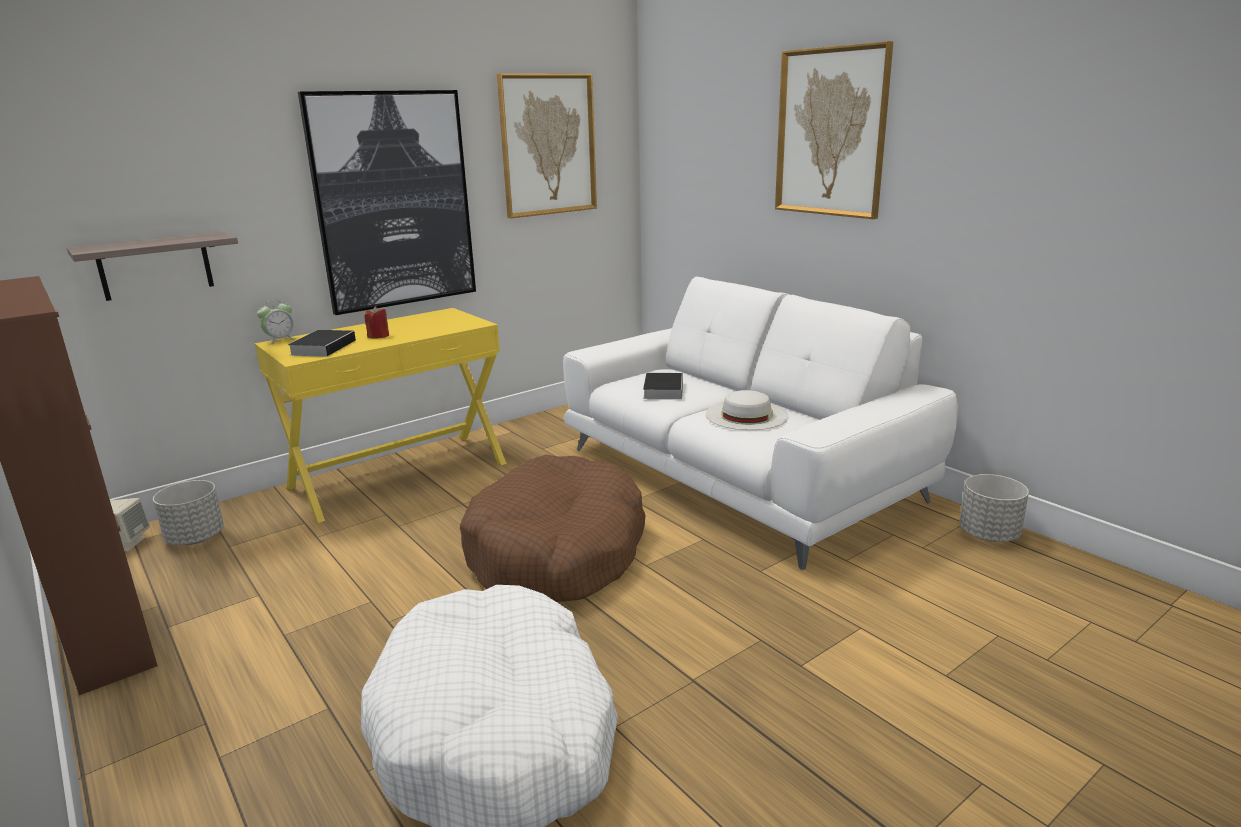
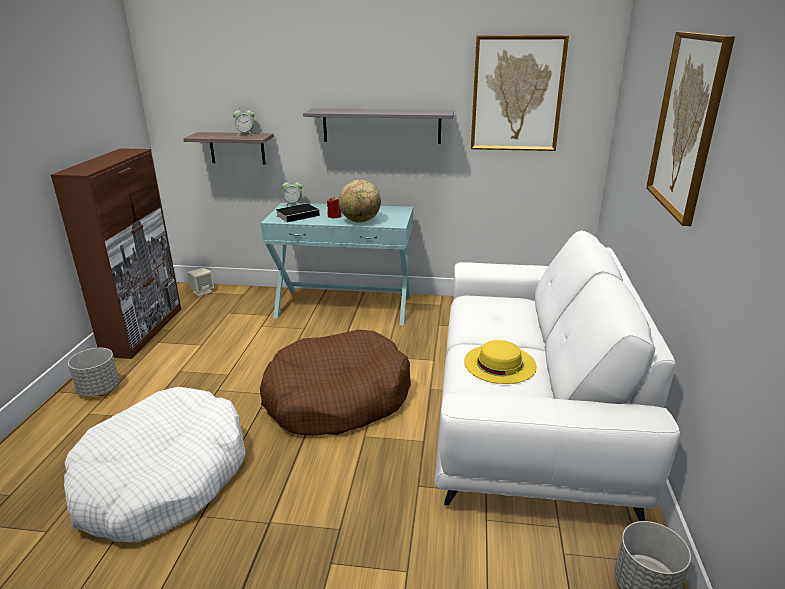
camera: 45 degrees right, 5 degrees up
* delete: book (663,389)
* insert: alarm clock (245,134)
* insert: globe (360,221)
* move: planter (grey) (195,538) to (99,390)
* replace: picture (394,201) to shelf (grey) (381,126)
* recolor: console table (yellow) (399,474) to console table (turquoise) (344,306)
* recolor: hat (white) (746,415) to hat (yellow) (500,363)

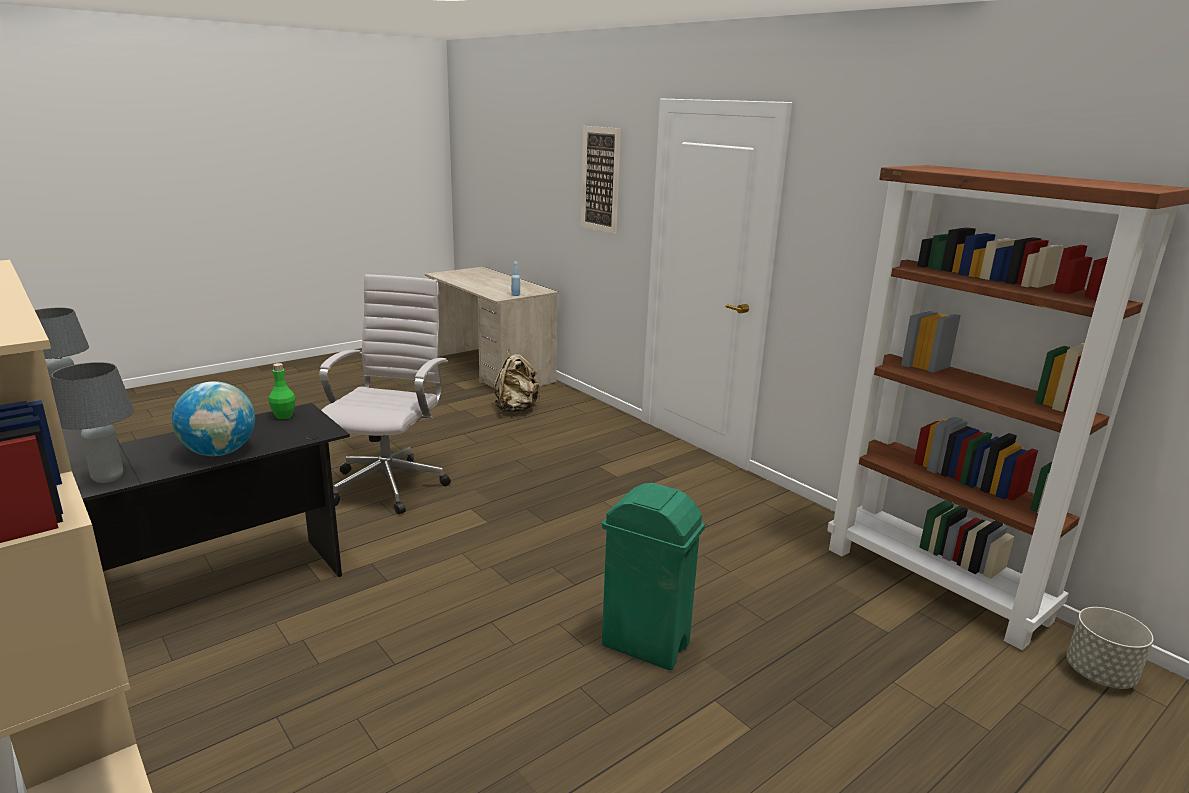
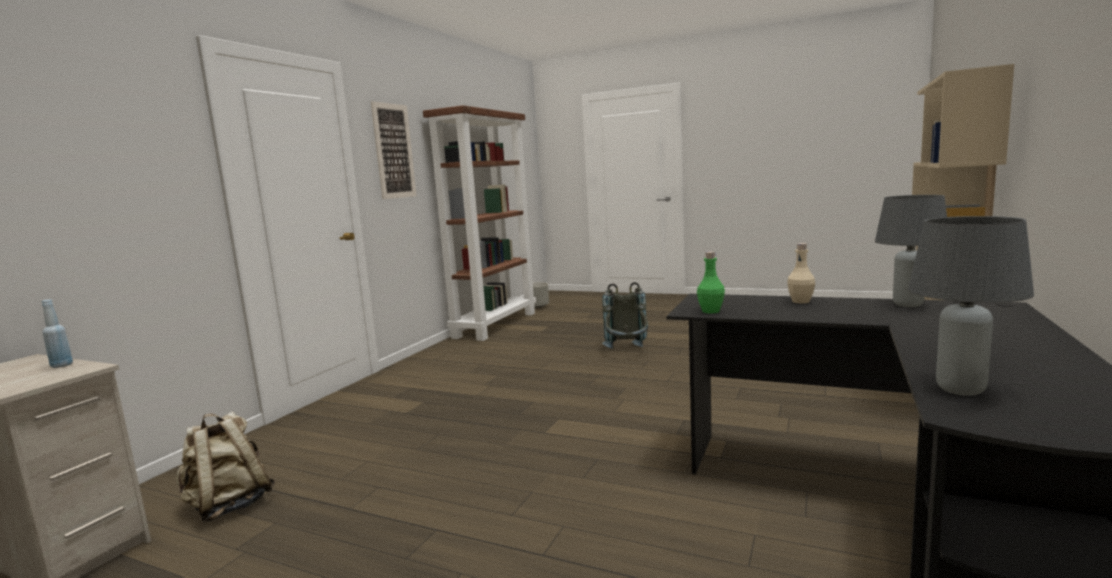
camera: 115 degrees left, 10 degrees down
* delete: office chair (white) (391,483)
* move: picture (600,179) to (394,151)
* replace: globe (219,452) to bottle (beige) (800,301)
* replace: trash can (green) (646,646) to backpack (grey) (627,352)

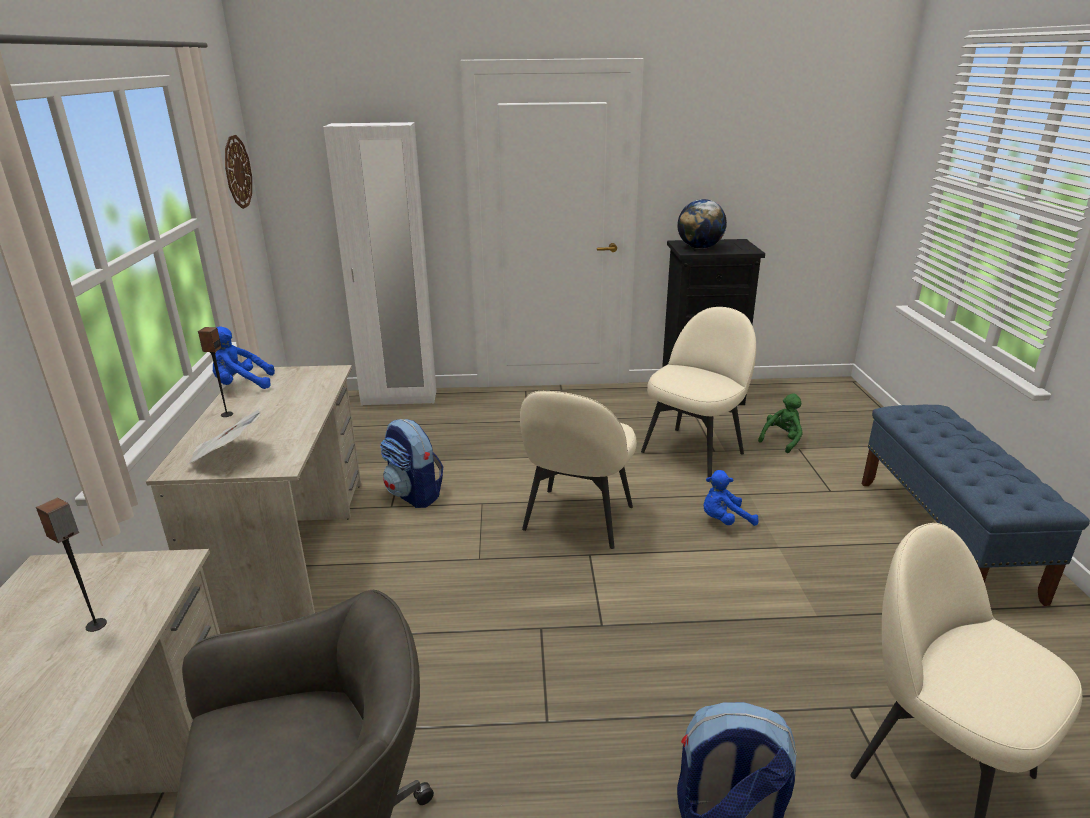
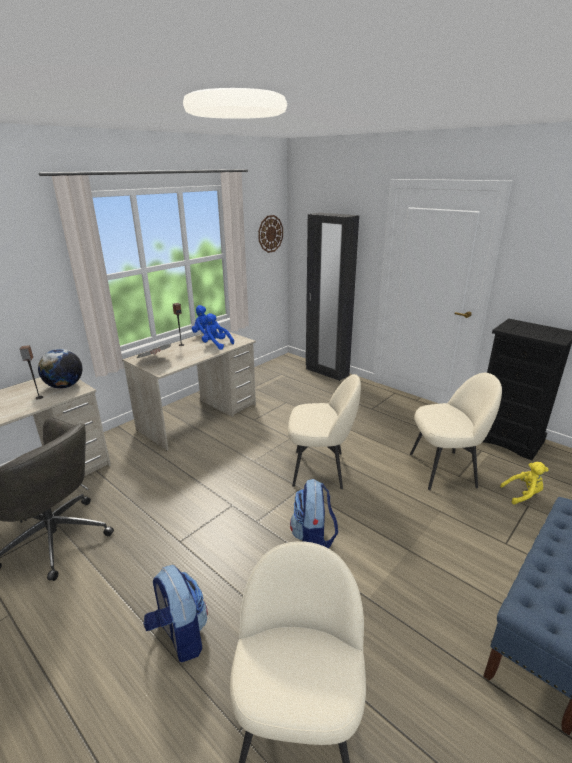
camera: 45 degrees right, 0 degrees up
* move: backpack (414,494) to (313,540)
* move: globe (699,248) to (65,386)
* move: plush toy (blue) (724,520) to (216,345)
* recolor: wardrobe (white) (399,398) to wardrobe (black) (327,372)
* recolor: plush toy (green) (782,440) to plush toy (yellow) (523,494)
* rotate: chair (beige) (577,520) = (320,469) 150 degrees counterclockwise

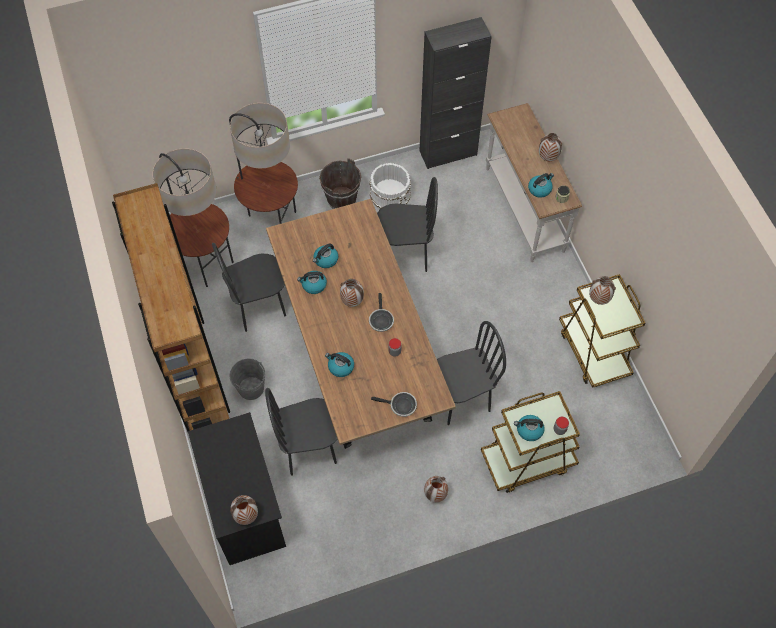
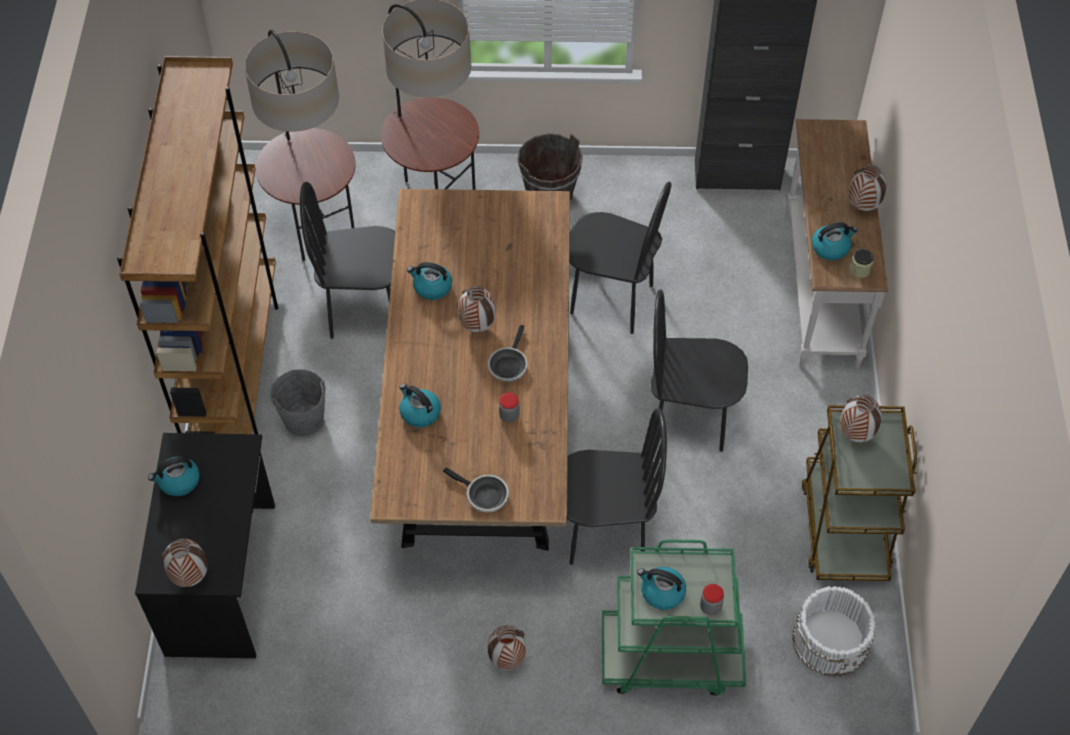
camera: 20 degrees right, 5 degrees down
* move: chair (black) (309,449) to (688,421)
* move: kettle (325,260) to (178,481)
* move: bucket (white) (390,194) to (831,641)
* recolor: cart (brown) (527,460) to cart (green) (670,657)

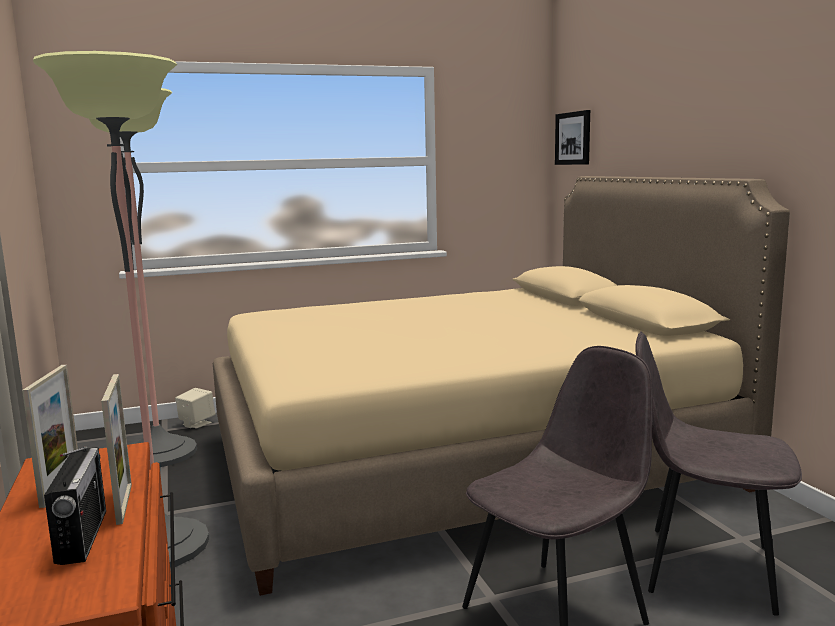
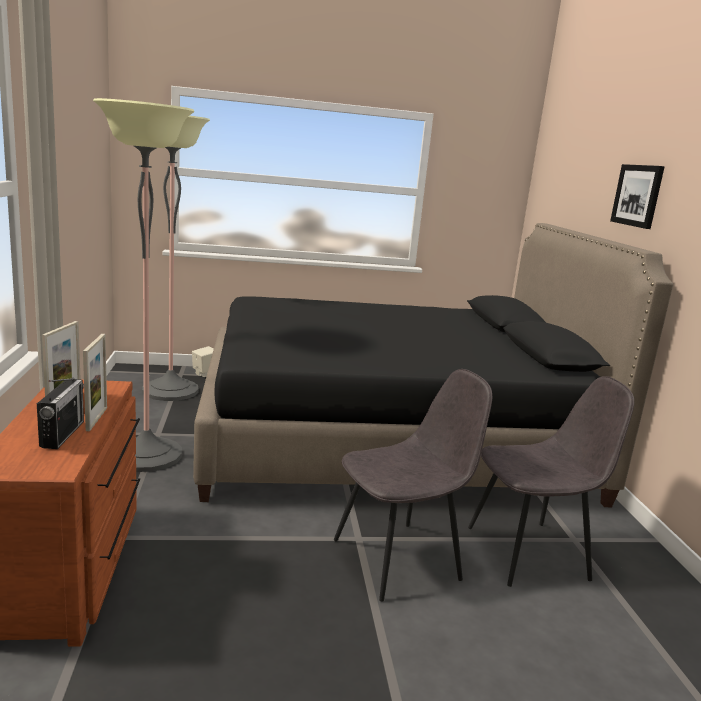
camera: 10 degrees right, 5 degrees up
* move: picture (573,138) to (638,195)
* recolor: bed (beige) (463,461) to bed (black) (388,439)
* rotate: chair (grey) (704,567) = (530,553) 135 degrees clockwise

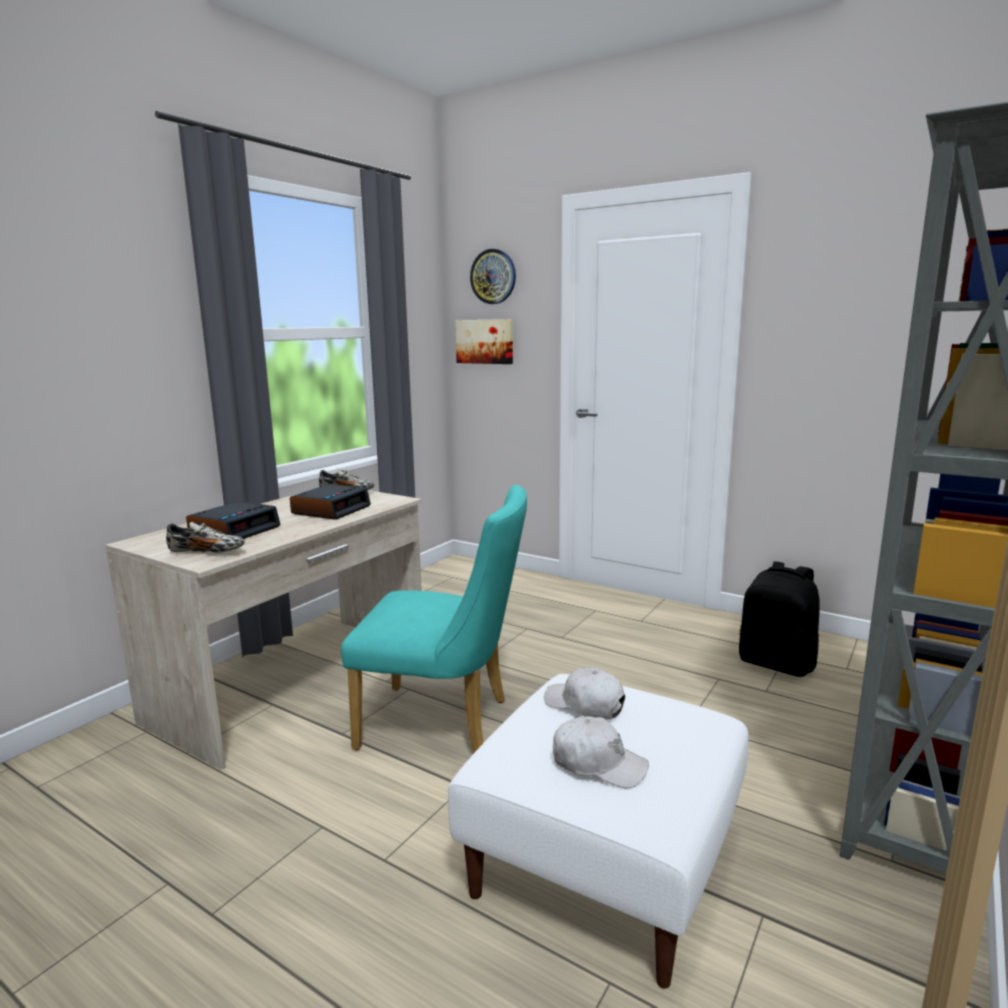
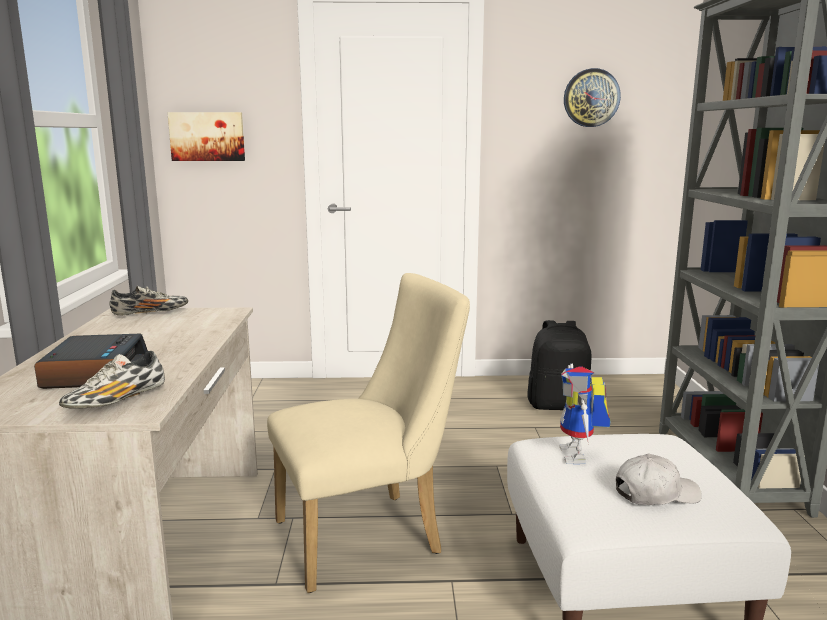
camera: 35 degrees left, 0 degrees up
* delete: alarm clock (331,510)
* move: wall clock (493,276) to (591,98)
* replace: cap (white) (584,705) to toy robot (580,457)
* recolor: chair (turquoise) (446,724) to chair (beige) (370,535)
* rotate: shoe (207,552) = (117,401) 150 degrees clockwise

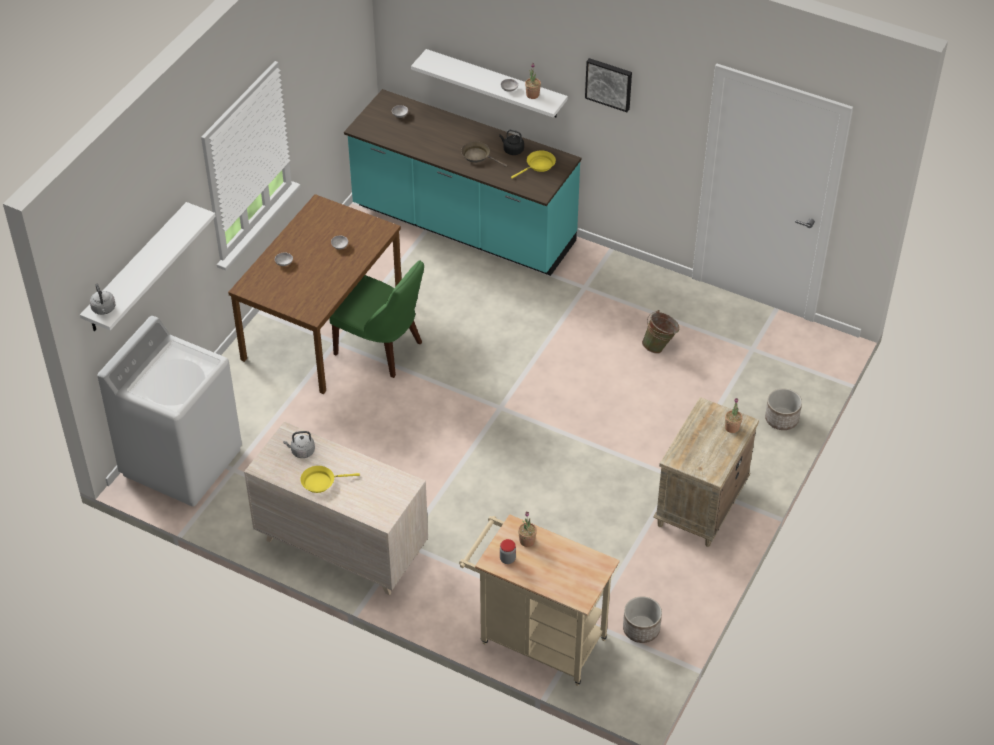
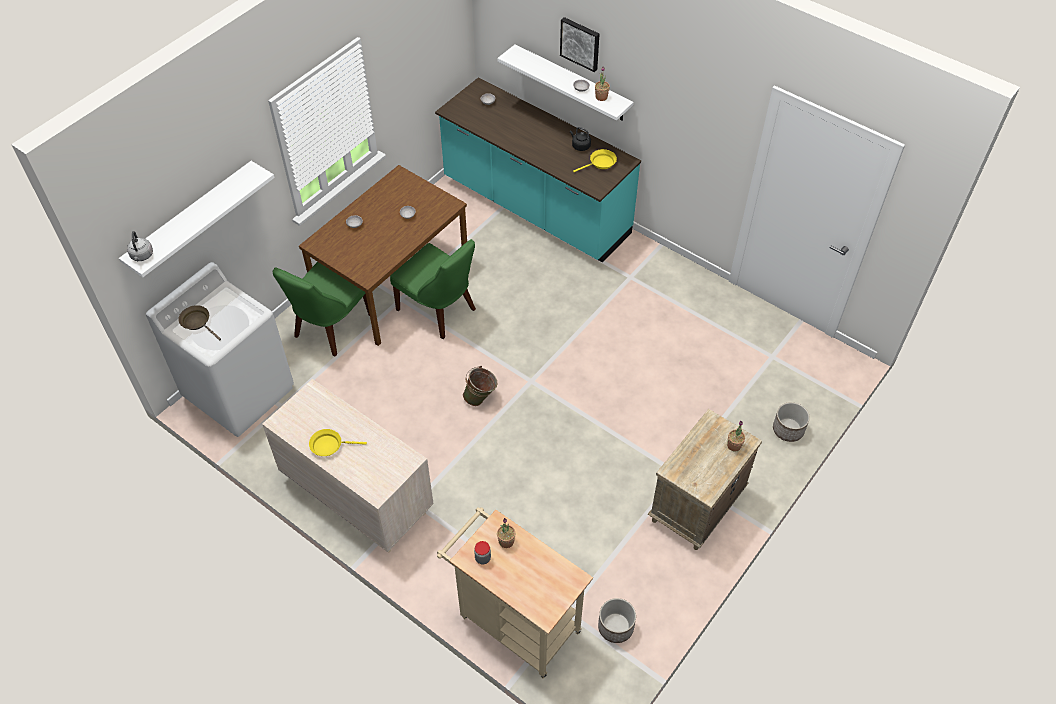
camera: 10 degrees right, 5 degrees up
* delete: kettle (grey) (301,451)
* insert: chair (green) (330,328)
* move: frying pan (brown) (478,156) to (197,322)
* move: picture (609,83) to (580,43)
* move: bucket (green) (659,346) to (481,398)

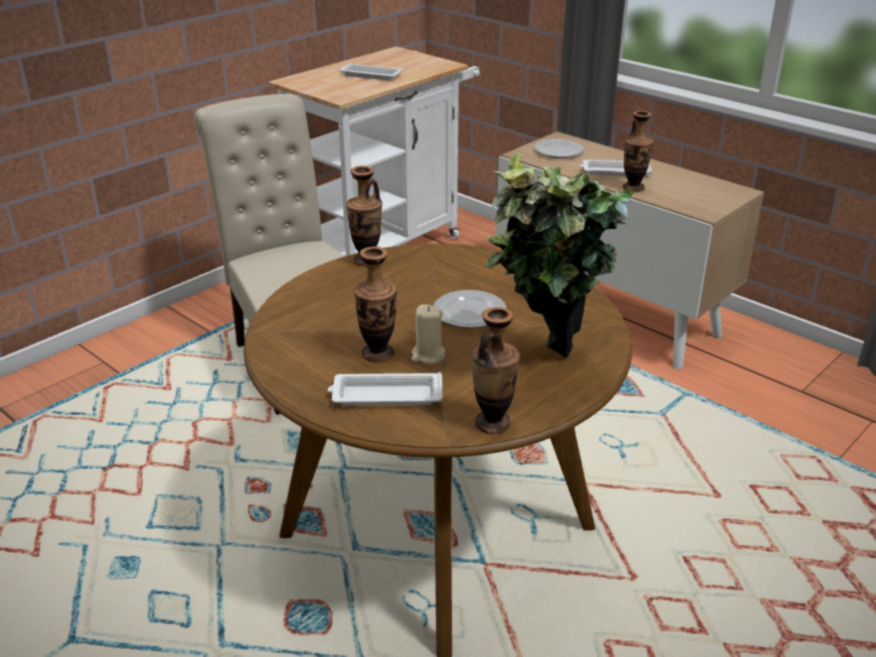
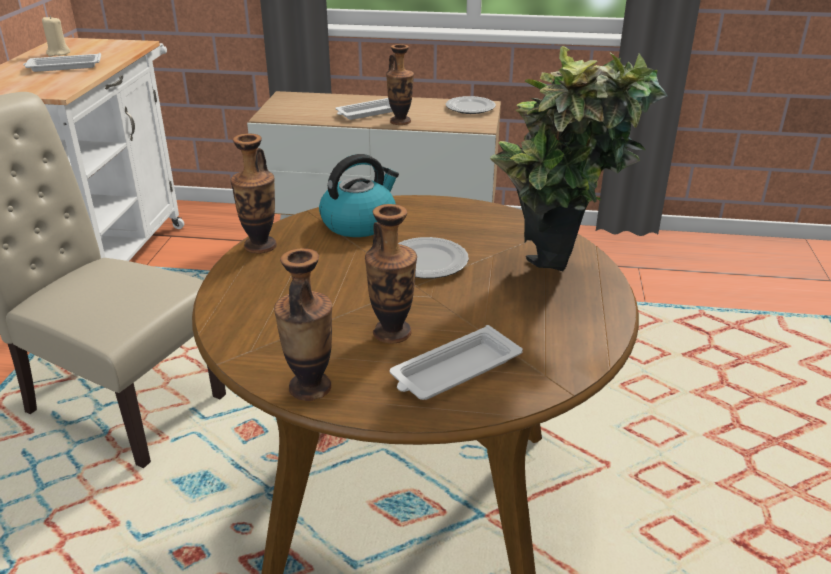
camera: 35 degrees left, 0 degrees up
* insert: kettle (359,223)
* move: candle (beige) (428,355) to (58,53)
* move: vase (492,423) to (310,387)
* move: plate (558,151) to (470,108)

